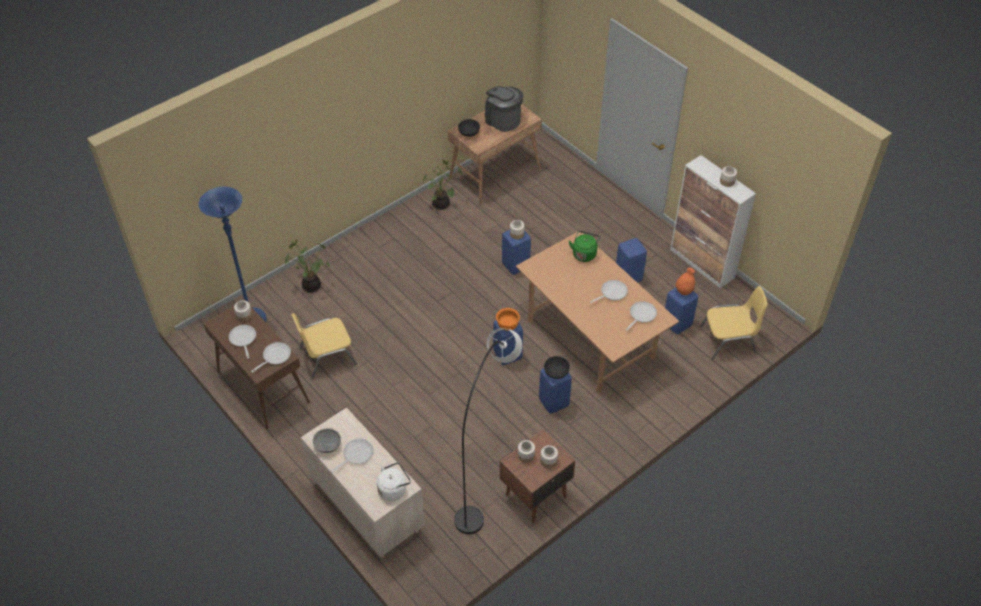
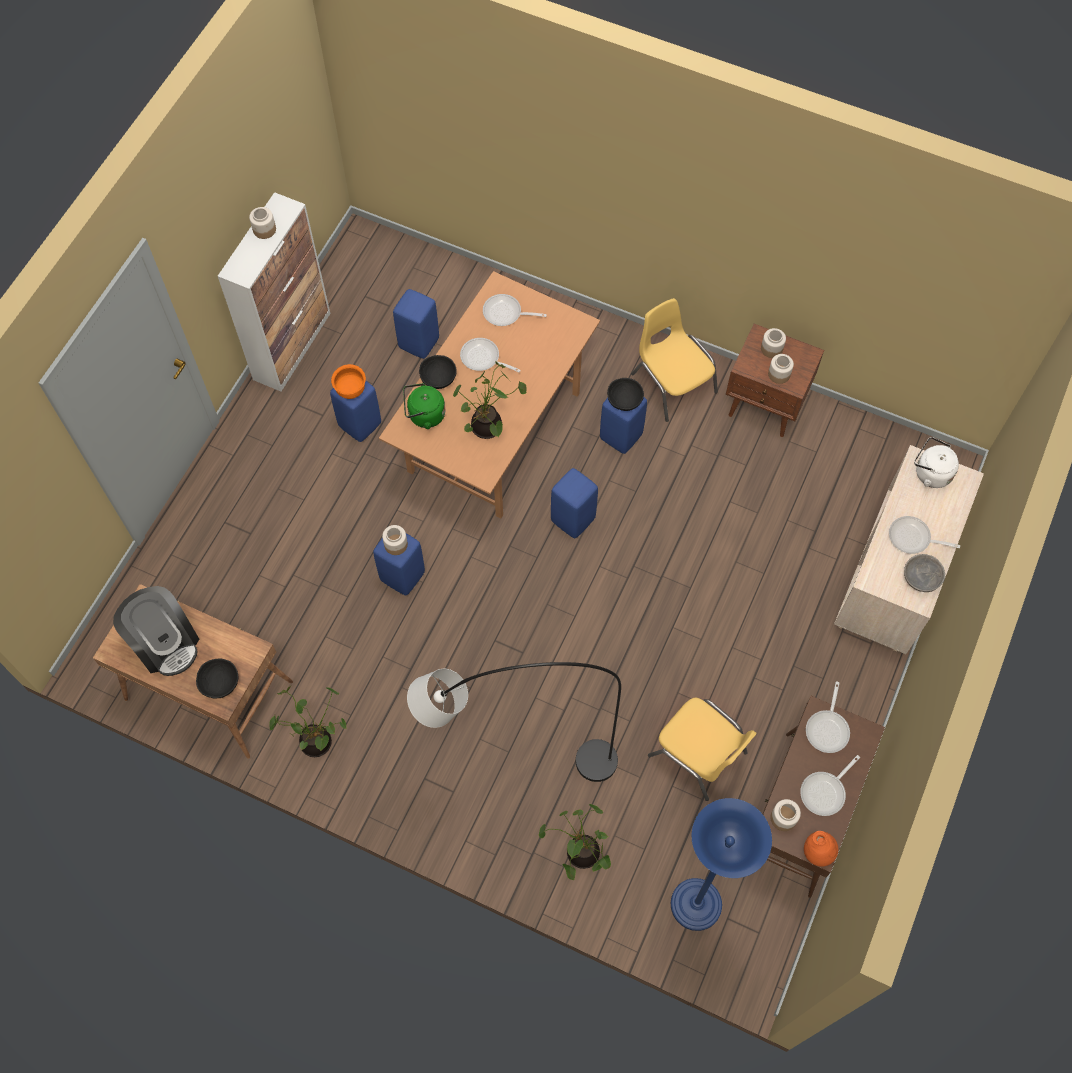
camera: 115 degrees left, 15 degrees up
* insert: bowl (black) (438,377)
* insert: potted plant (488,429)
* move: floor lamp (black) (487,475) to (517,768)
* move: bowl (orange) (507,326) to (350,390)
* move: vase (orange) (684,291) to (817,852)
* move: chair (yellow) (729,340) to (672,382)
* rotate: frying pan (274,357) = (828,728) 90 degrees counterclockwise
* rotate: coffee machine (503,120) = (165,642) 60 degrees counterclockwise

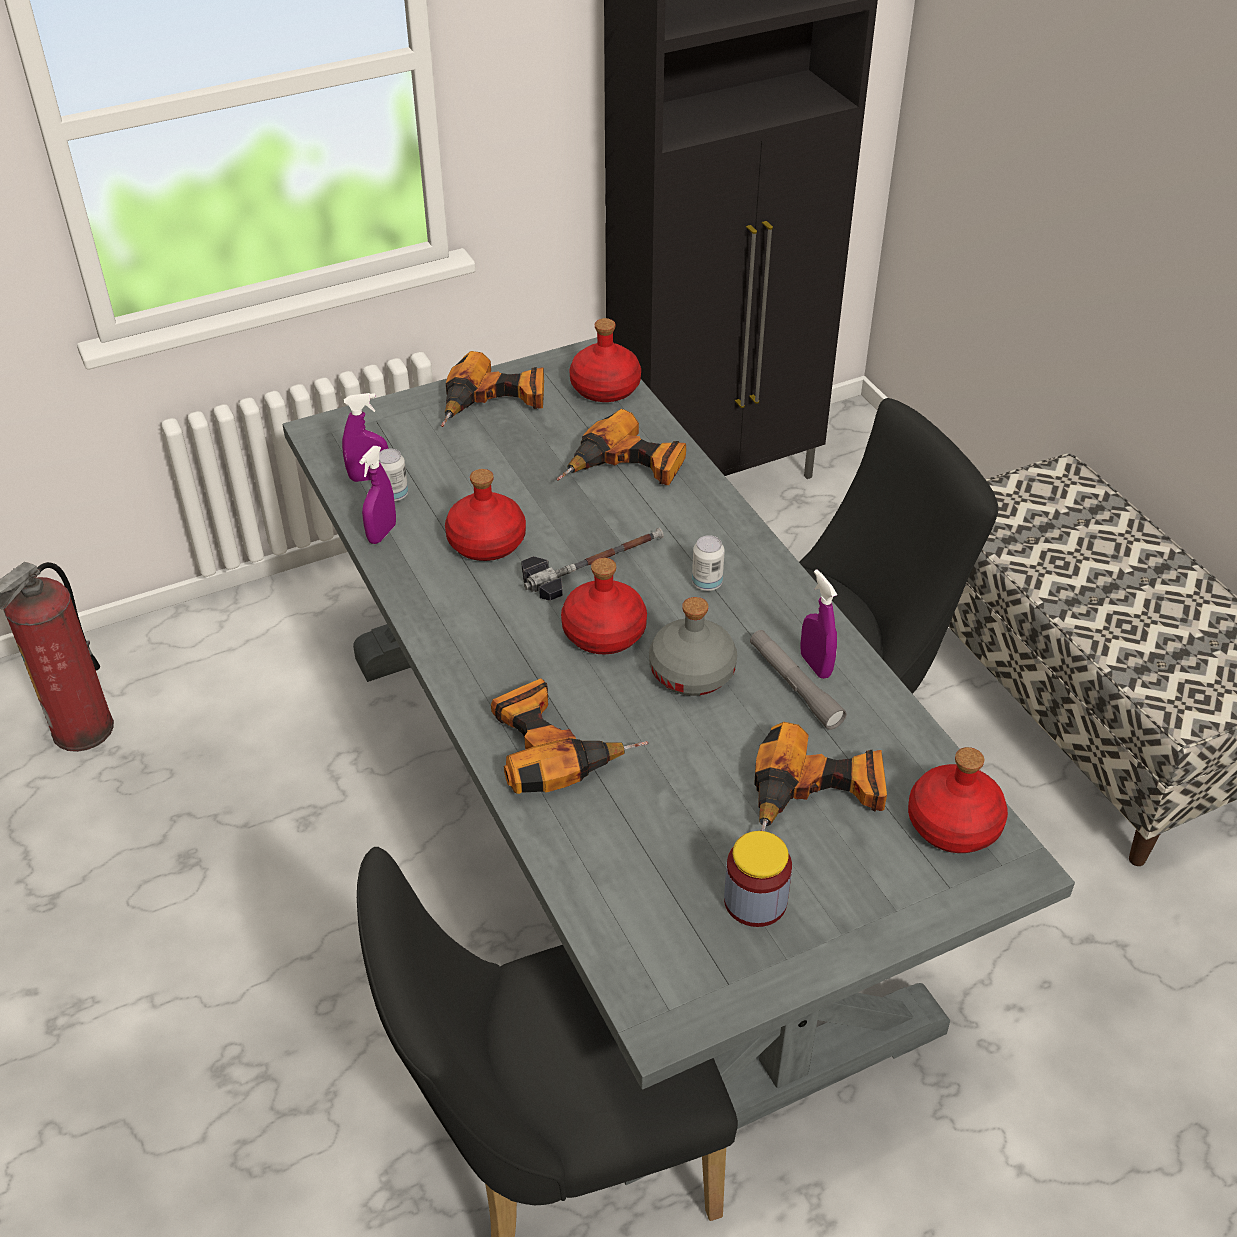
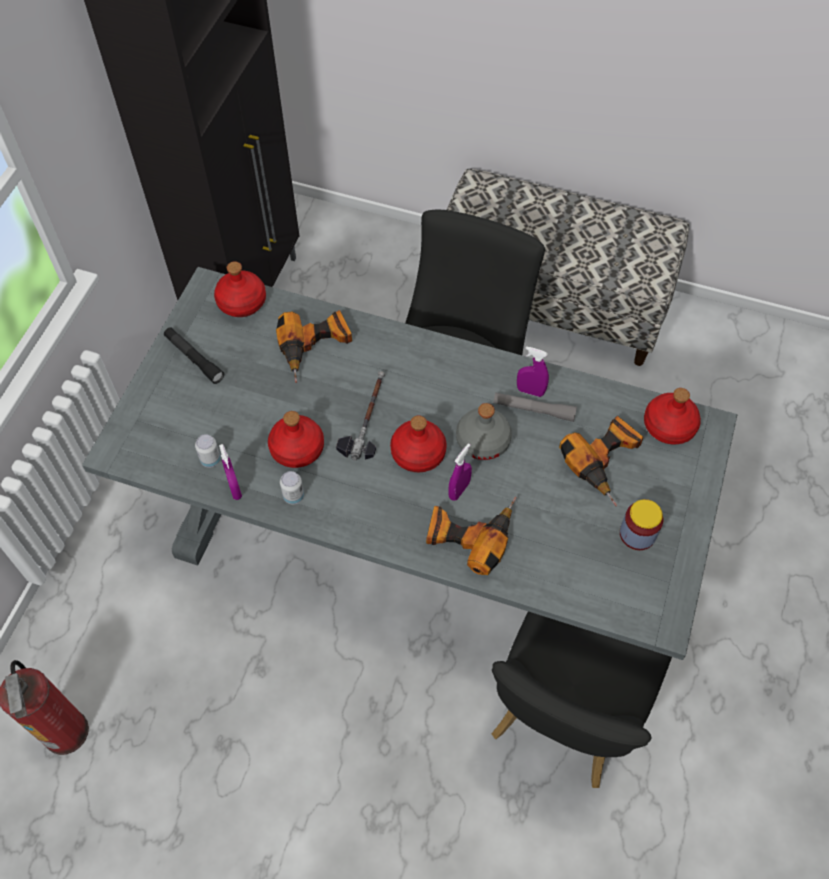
camera: 45 degrees left, 15 degrees up
* move: spray bottle (purple) (369,477) to (459,490)
* move: can (707,583) to (293,496)
* replace: power drill (495,405) to flashlight (black) (194,358)

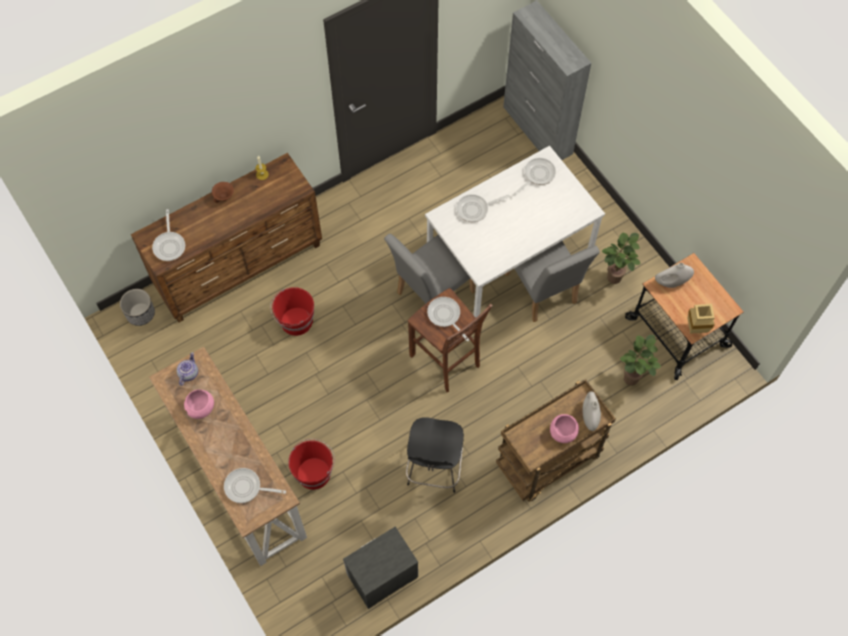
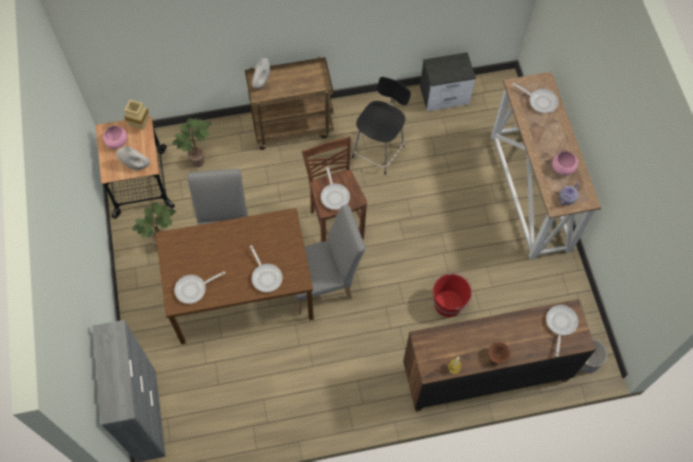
camera: 160 degrees left, 0 degrees up
* delete: bucket (red) (314,472)
* move: bowl (pink) (562,432) to (117,142)
* recolor: dining table (white) (508,259) to dining table (brown) (242,292)
* rotate: frying pan (475,209) = (266,276) 60 degrees clockwise

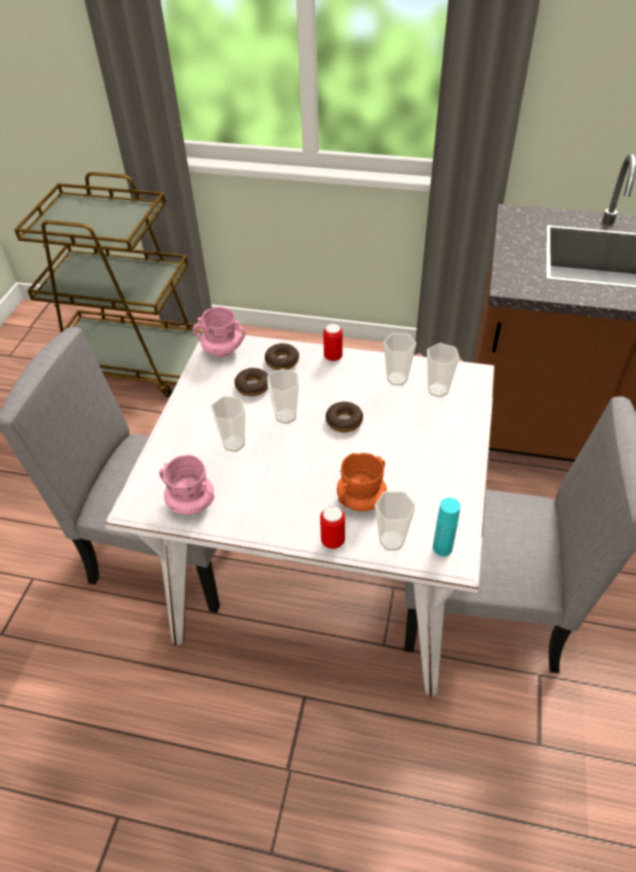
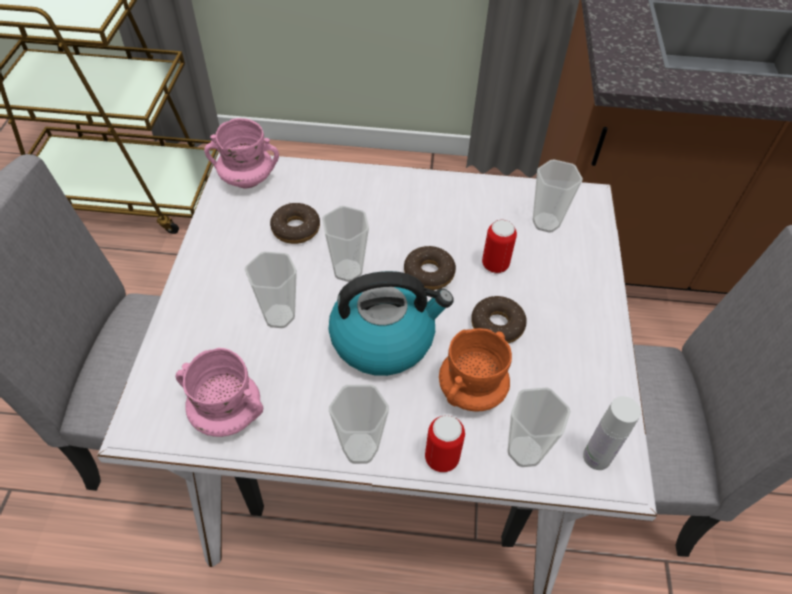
camera: 10 degrees left, 5 degrees up
* insert: kettle (384,338)
* move: donut (282,361) to (497,325)
* move: can (333,356) to (495,265)
* move: cup (397,379) to (360,448)
* recolor: bottle (turquoise) (442,548) to bottle (white) (596,457)

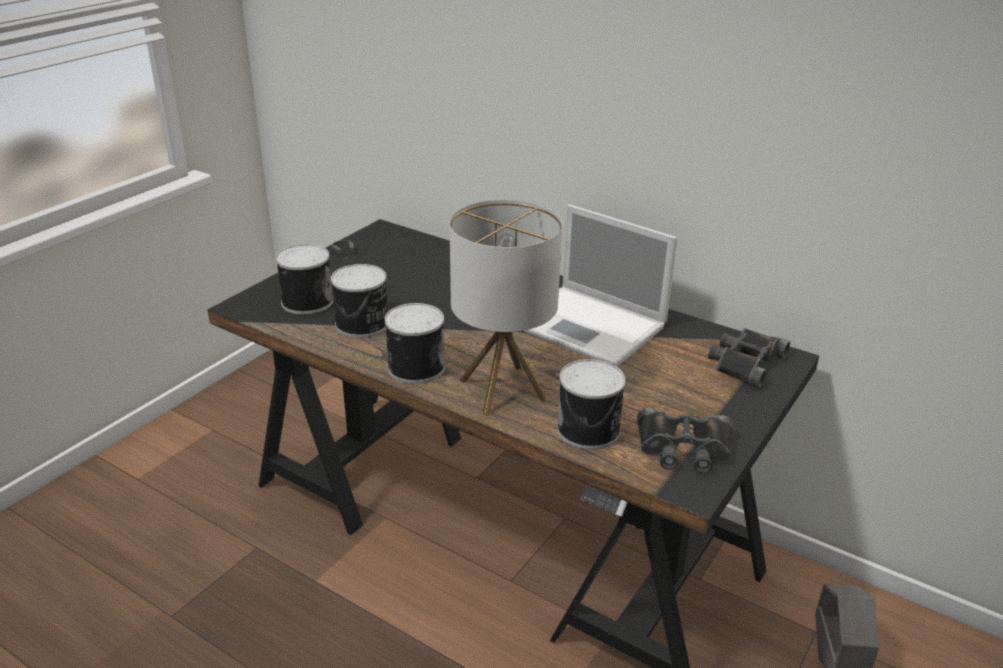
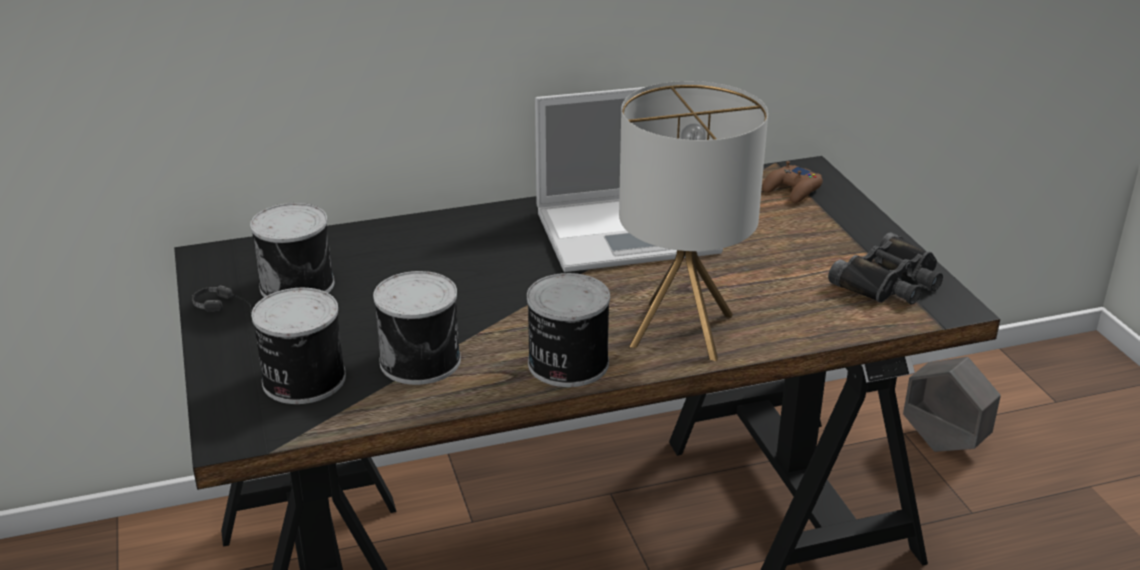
camera: 50 degrees left, 0 degrees up
* move: can (590,430) to (299,284)
* replace: binoculars (black) (745,362) to game controller (brown) (792,190)

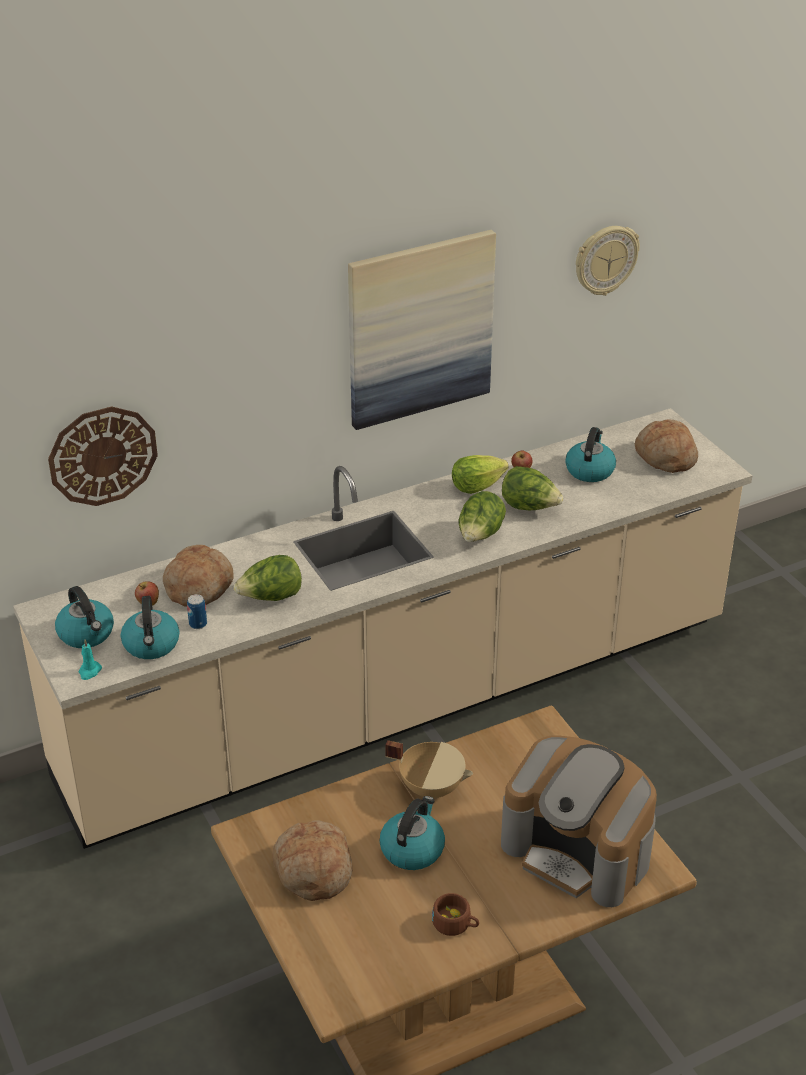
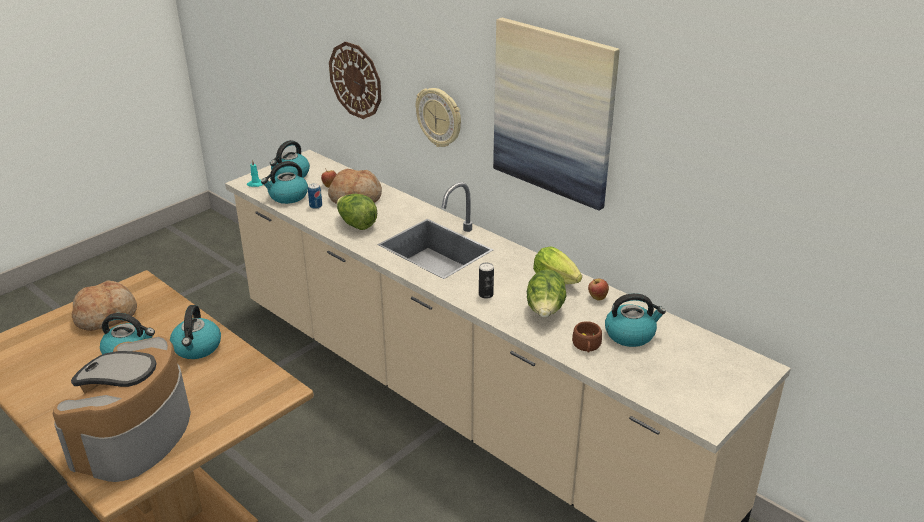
camera: 70 degrees right, 5 degrees down
* delete: bread (665,457)
* move: cup (brown) (455,924) to (586,346)
* move: wall clock (605,260) to (439,117)
* replace: cooking pot (beige) (431,787) to kettle (197,348)
* replace: lettuce (480,536) to can (486,294)

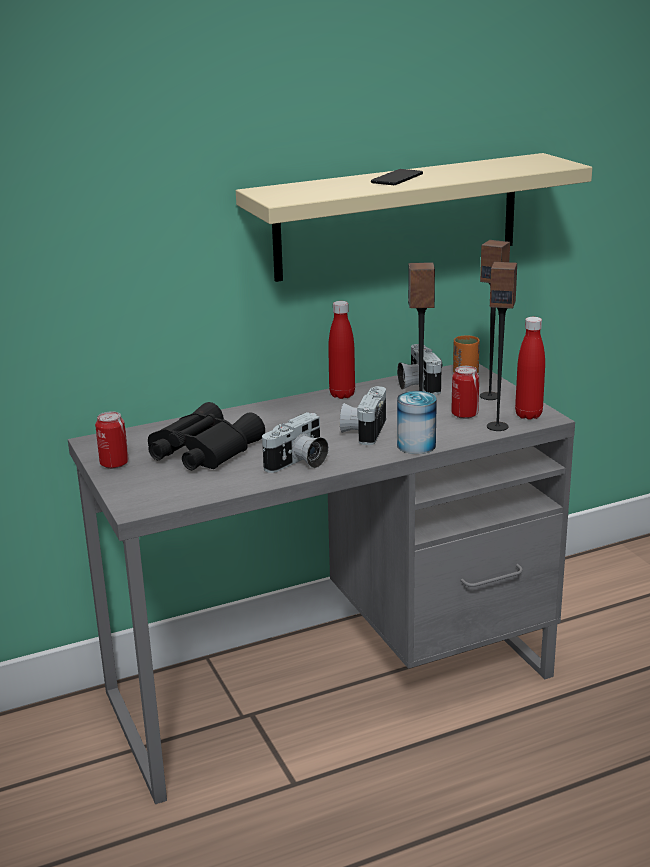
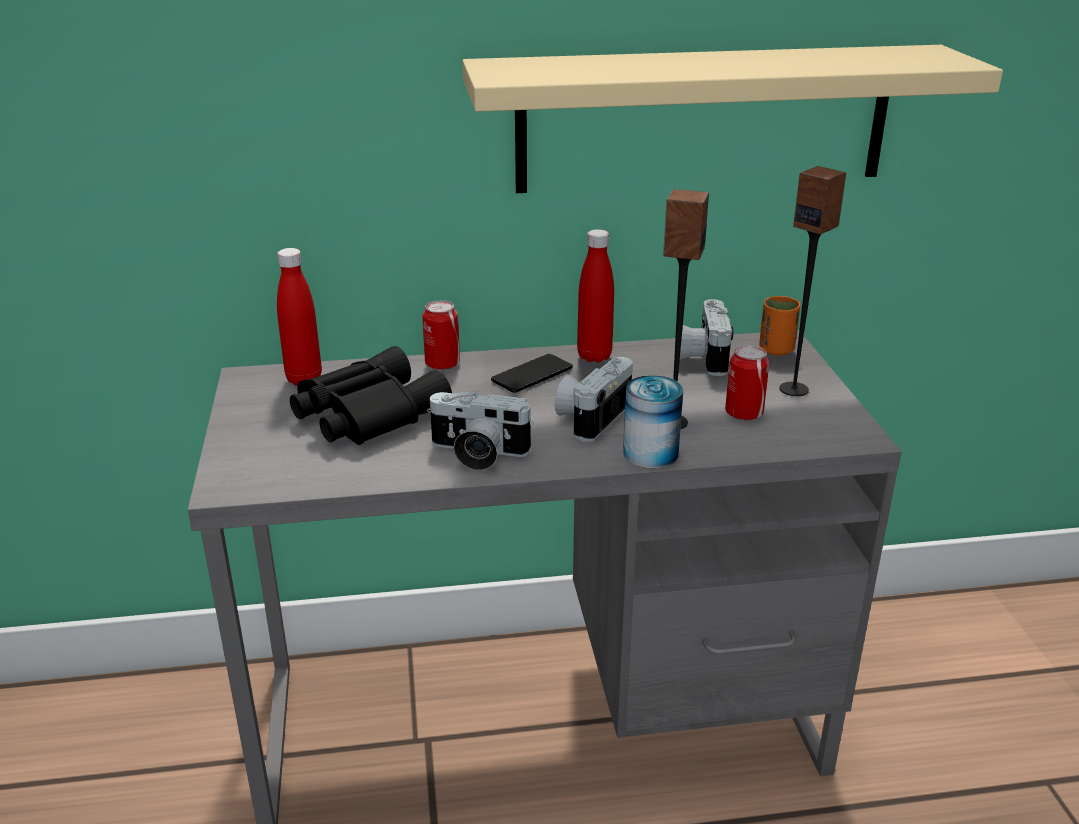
camera: 15 degrees right, 5 degrees up
* delete: speaker (497,426)
* move: can (114,464) to (442,364)
* move: phone (397,178) to (532,374)
* move: bottle (red) (528,415) to (304,379)
* rotate: photo camera (299,463) = (477,454) 45 degrees clockwise

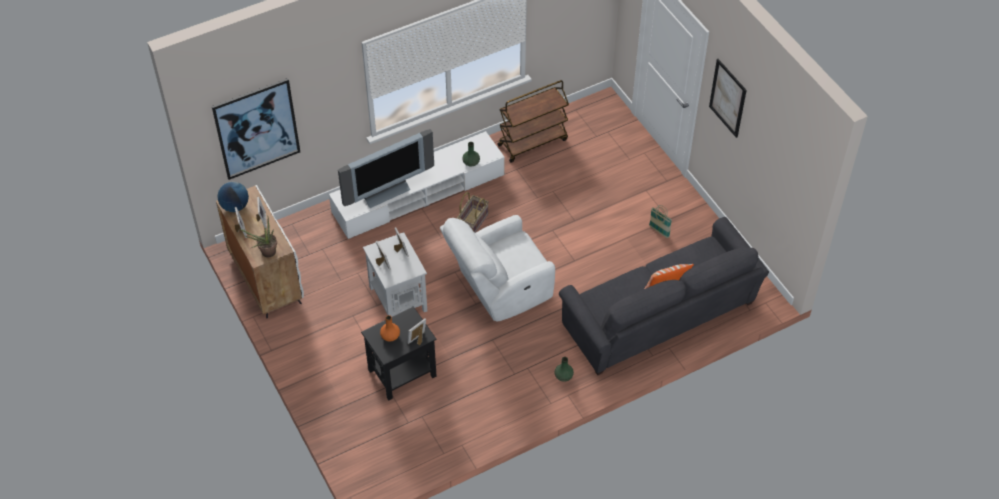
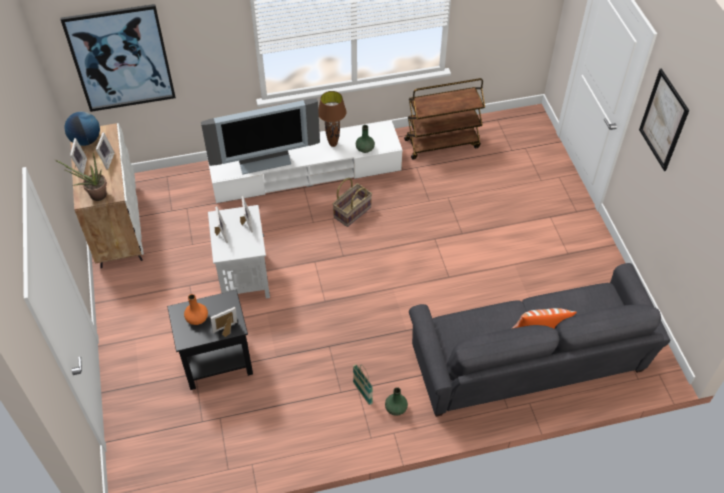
camera: 15 degrees right, 0 degrees up
* delete: armchair (white) (499,290)
* insert: table lamp (brown) (333,144)
* move: basket (659,231) to (362,393)

